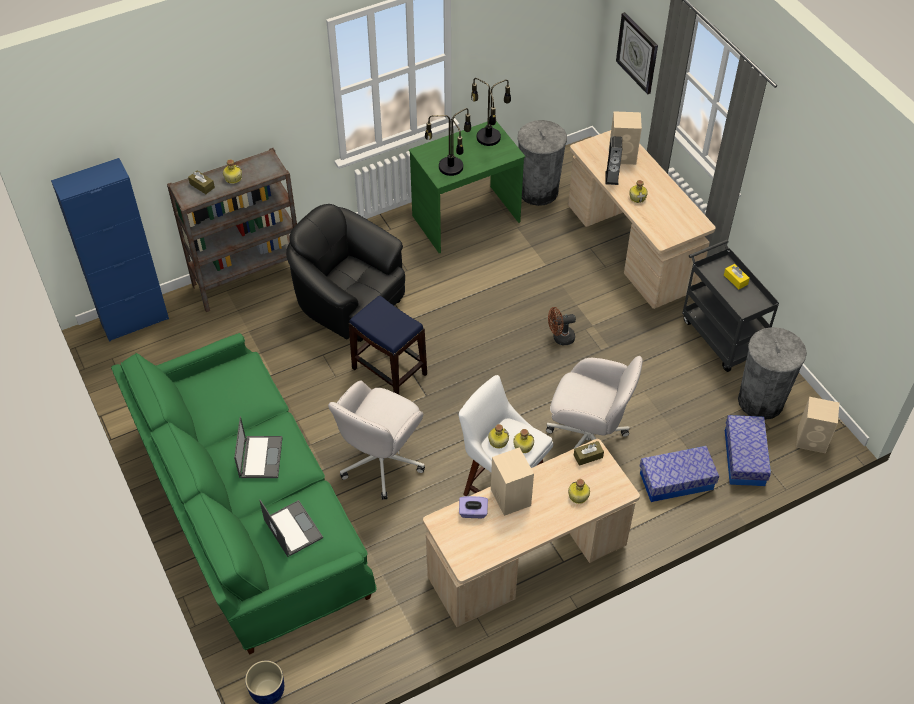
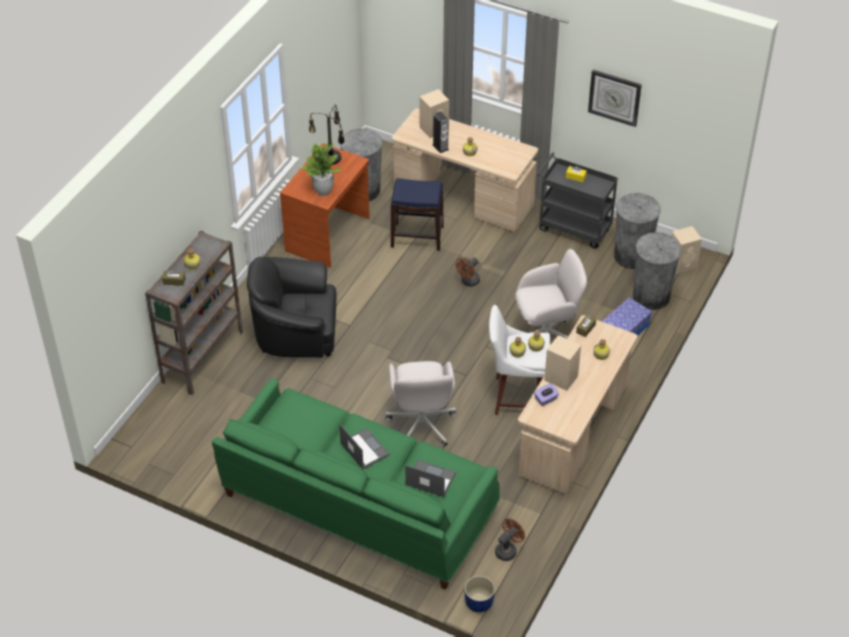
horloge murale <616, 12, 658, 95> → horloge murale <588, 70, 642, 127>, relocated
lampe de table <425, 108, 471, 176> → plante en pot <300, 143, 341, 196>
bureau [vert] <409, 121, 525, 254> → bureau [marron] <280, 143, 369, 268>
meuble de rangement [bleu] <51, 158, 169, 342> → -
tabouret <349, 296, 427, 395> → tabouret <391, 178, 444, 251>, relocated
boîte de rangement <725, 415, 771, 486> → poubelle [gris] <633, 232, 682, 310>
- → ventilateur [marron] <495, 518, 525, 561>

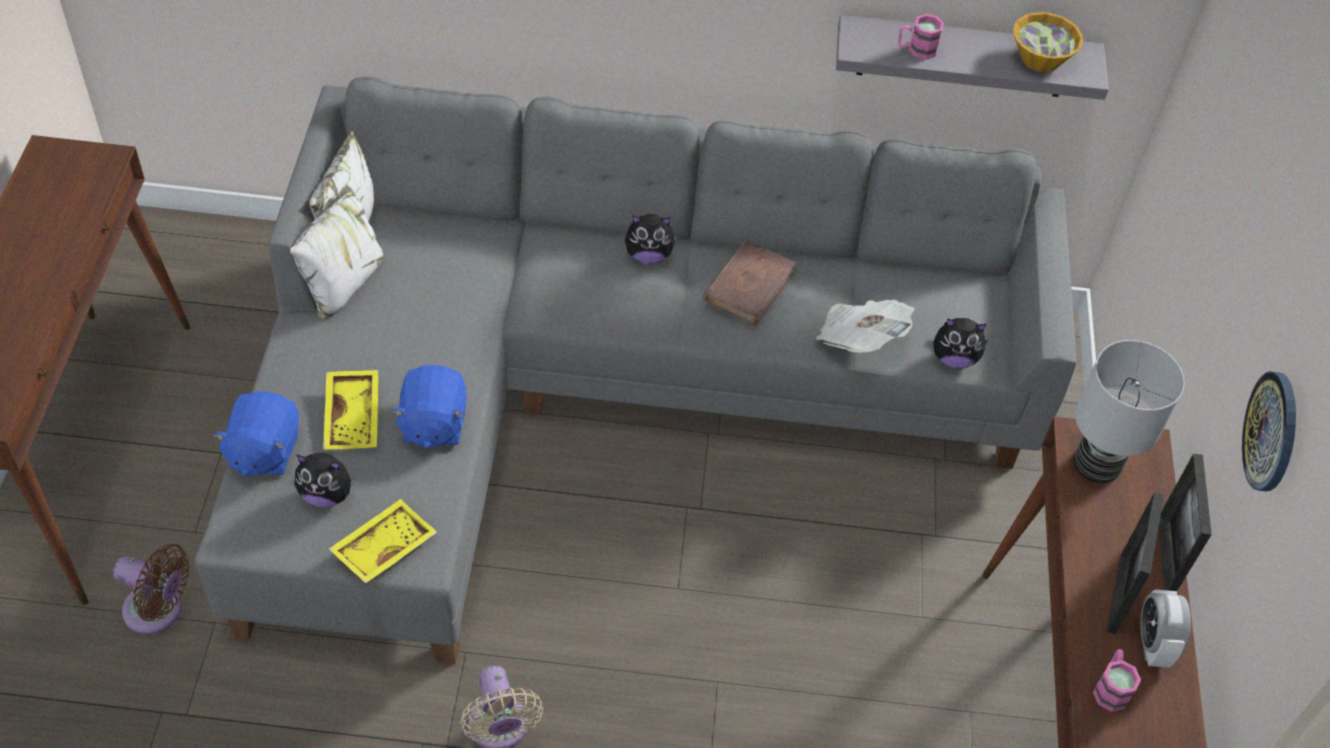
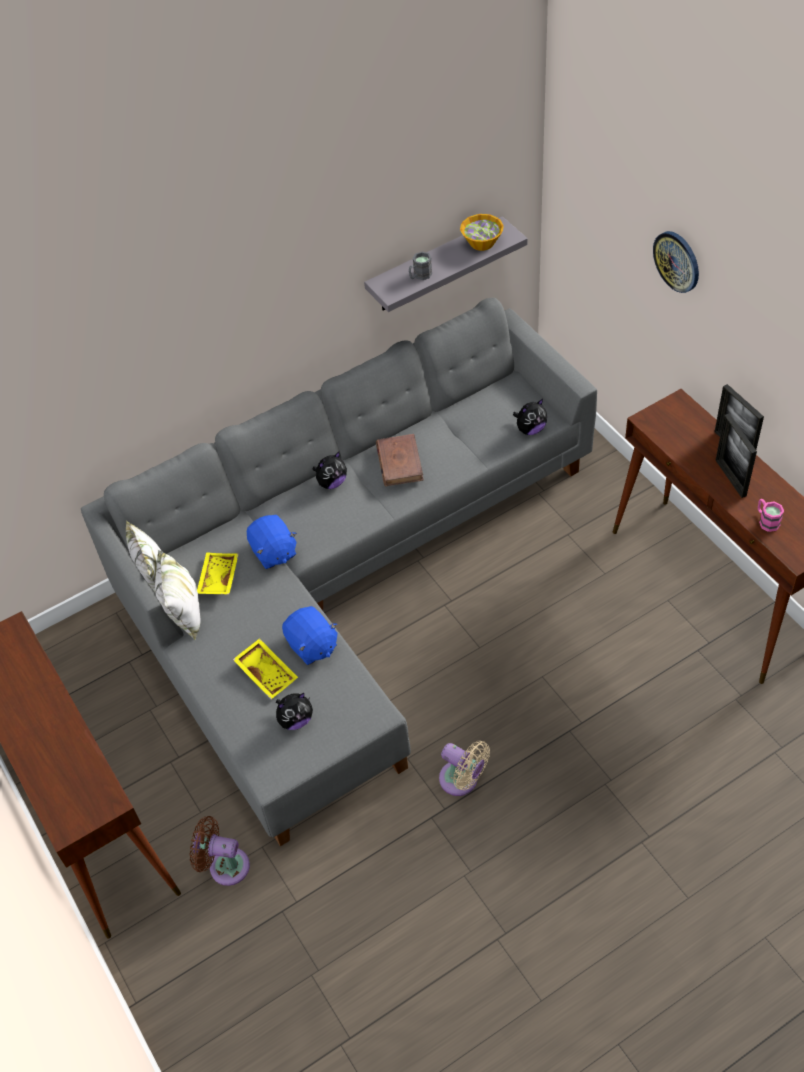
mug [rose] <898, 14, 944, 60> → mug [gris] <409, 252, 432, 280>
journal <816, 299, 915, 353> → -
lampe de table [gris] <1074, 340, 1184, 483> → -
horloge murale <1242, 371, 1296, 491> → horloge murale <653, 231, 699, 293>, relocated
peluche [bleu] <213, 391, 299, 477> → peluche [bleu] <247, 515, 297, 569>, relocated
plateau [jaune] <329, 499, 437, 583> → plateau [jaune] <197, 552, 239, 595>, relocated
ventilateur [marron] <113, 544, 190, 634> → ventilateur [marron] <190, 816, 250, 886>, 150 degrees counterclockwise
réveil <1141, 590, 1191, 668> → -

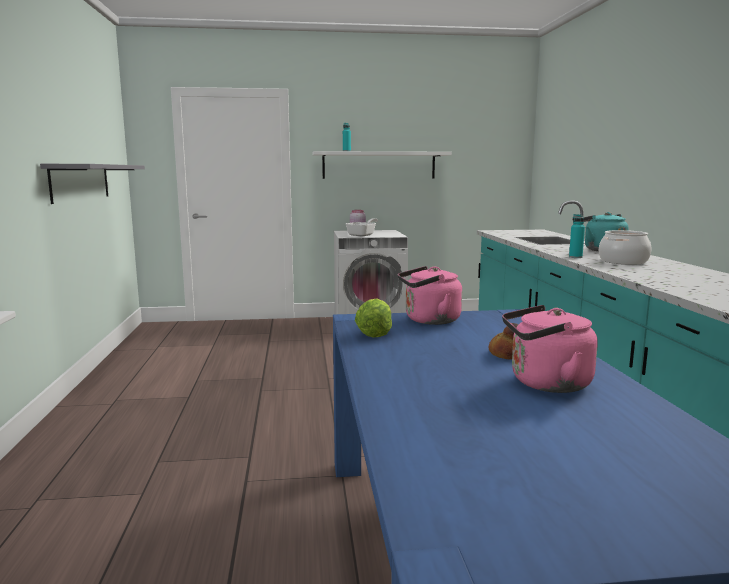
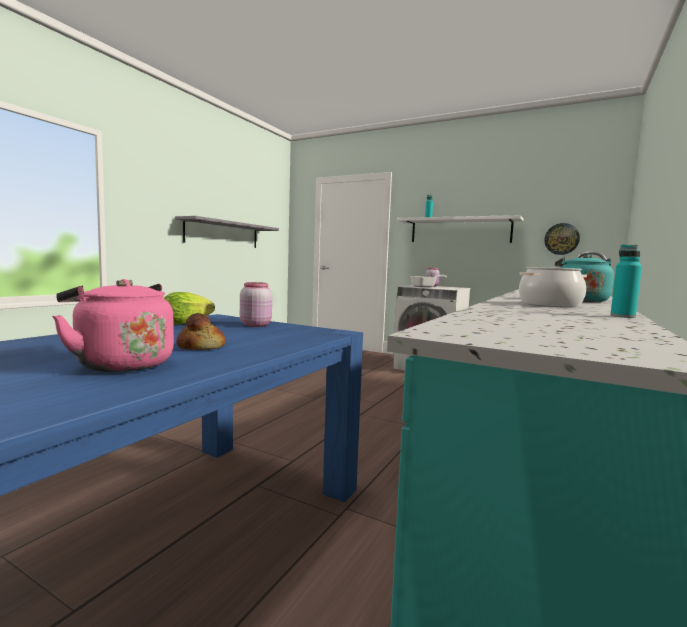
bouteille [turquoise] <569, 214, 585, 258> → bouteille [turquoise] <610, 245, 642, 318>, relocated
bouilloire [rose] <398, 266, 462, 325> → bocal [rose] <240, 282, 272, 327>
- → horloge murale <544, 223, 580, 255>

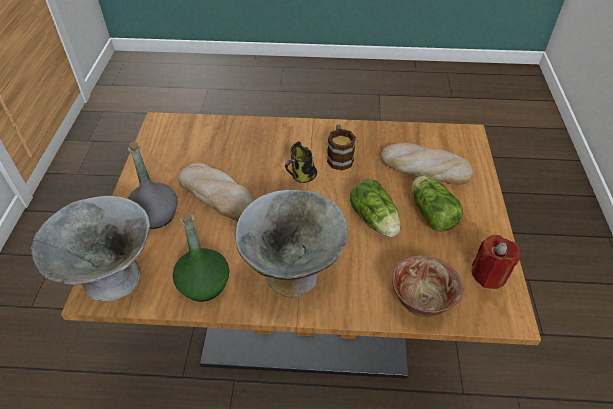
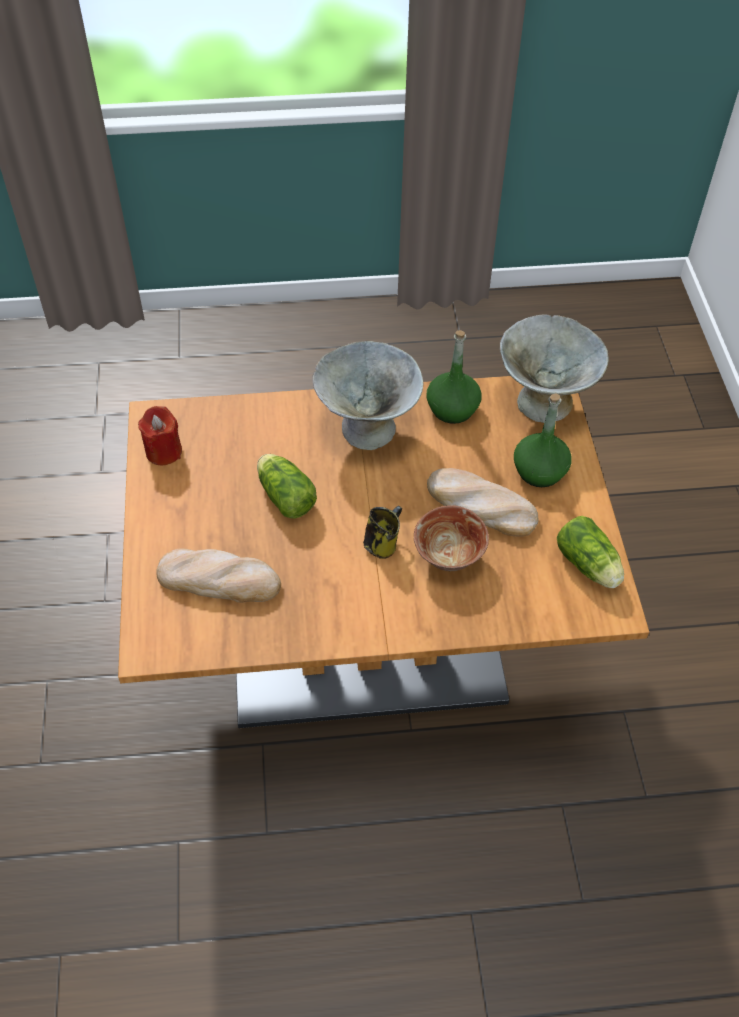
mug <327, 125, 356, 170> → -
bouteille [gris] <128, 142, 178, 229> → bouteille [vert] <514, 393, 572, 487>
laitue <412, 176, 463, 232> → laitue <557, 516, 624, 588>, relocated
bol <392, 255, 463, 317> → bol <414, 505, 489, 571>, relocated

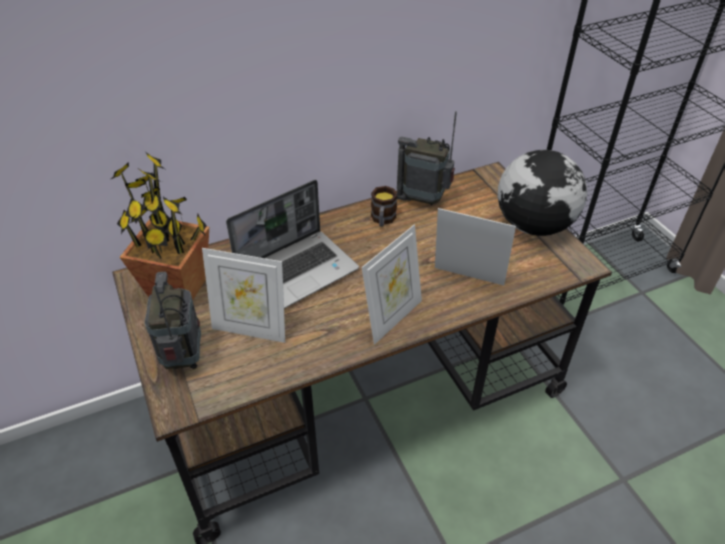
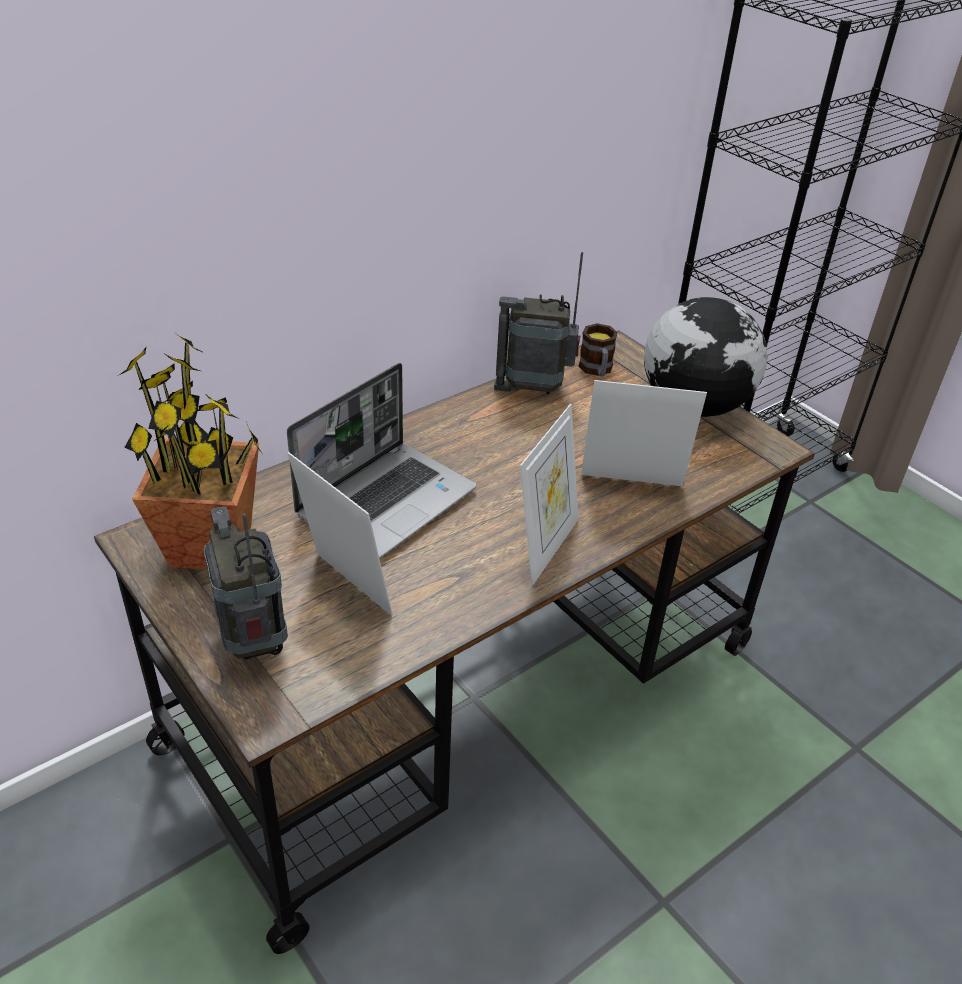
mug <371, 186, 397, 227> → mug <578, 323, 618, 376>, relocated
cadre photo <202, 248, 285, 343> → cadre photo <288, 452, 392, 615>, 135 degrees counterclockwise

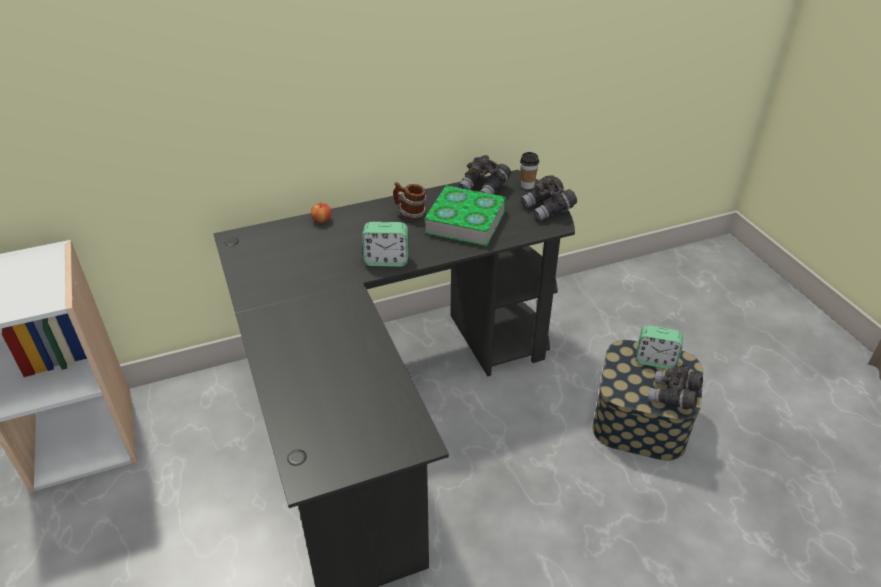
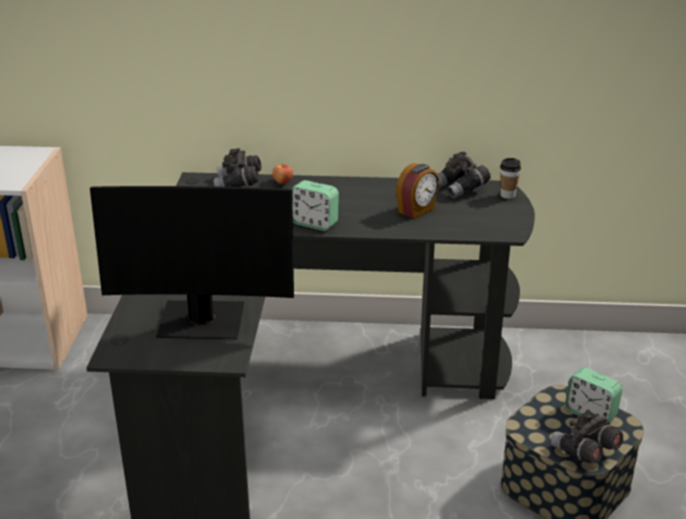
jumelles [gris] <521, 175, 577, 221> → jumelles [gris] <213, 148, 262, 187>, relocated
mug <393, 182, 427, 220> → -
livre <424, 185, 506, 246> → réveil <396, 163, 439, 219>
- → écran d'ordinateur <90, 186, 294, 339>

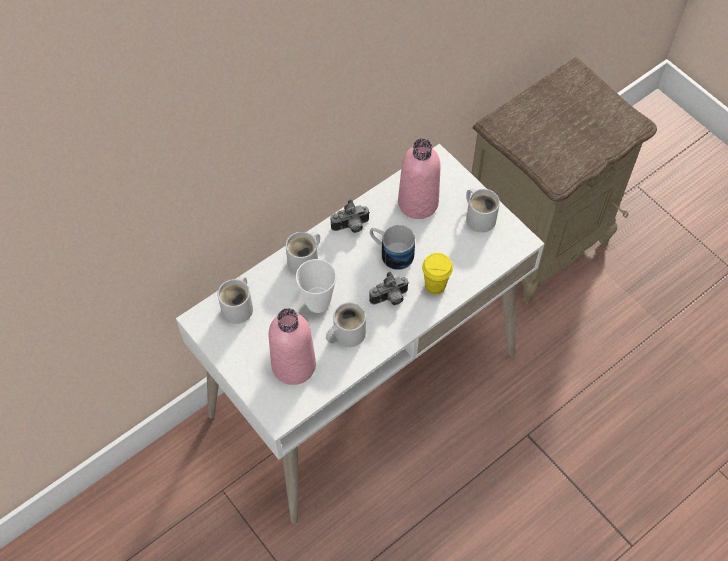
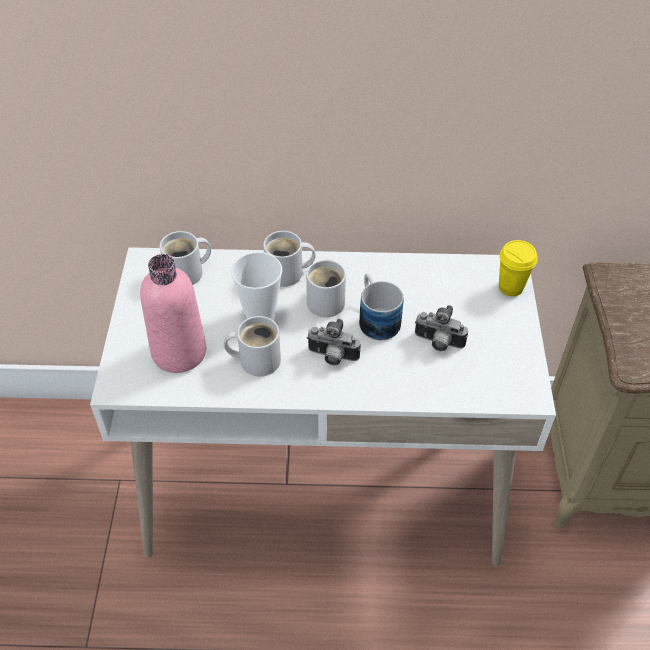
bouteille [rose] <398, 138, 441, 219> → -
mug [blanc] <466, 188, 500, 233> → mug [blanc] <306, 259, 346, 317>, relocated
appareil photo <331, 199, 370, 233> → appareil photo <415, 305, 468, 351>, relocated
tasse [jaune] <422, 253, 453, 294> → tasse [jaune] <499, 240, 538, 296>, relocated

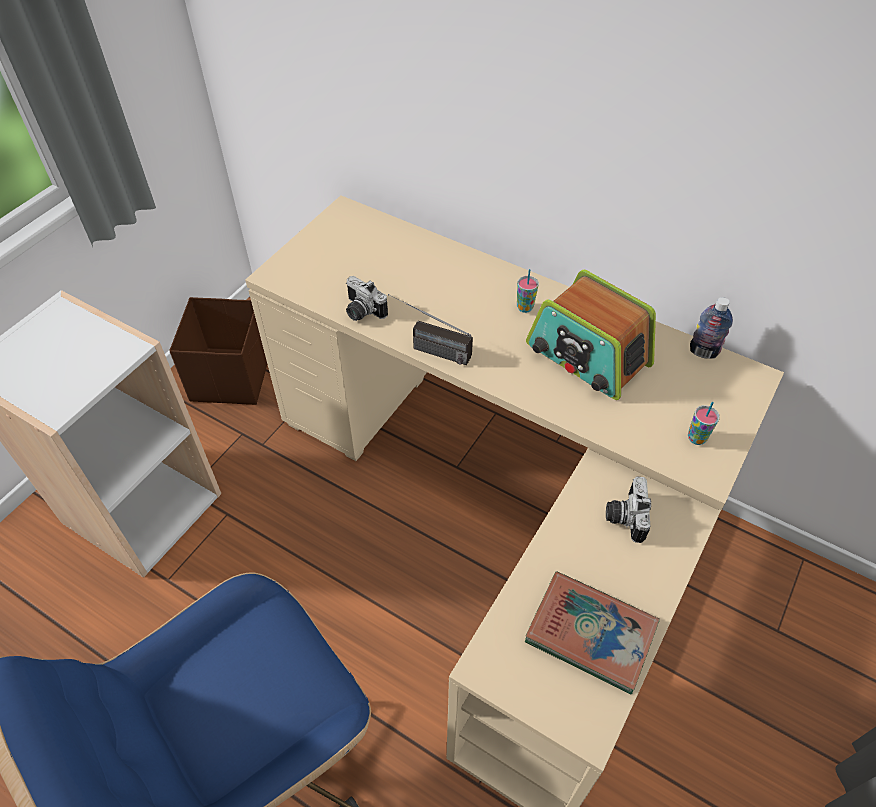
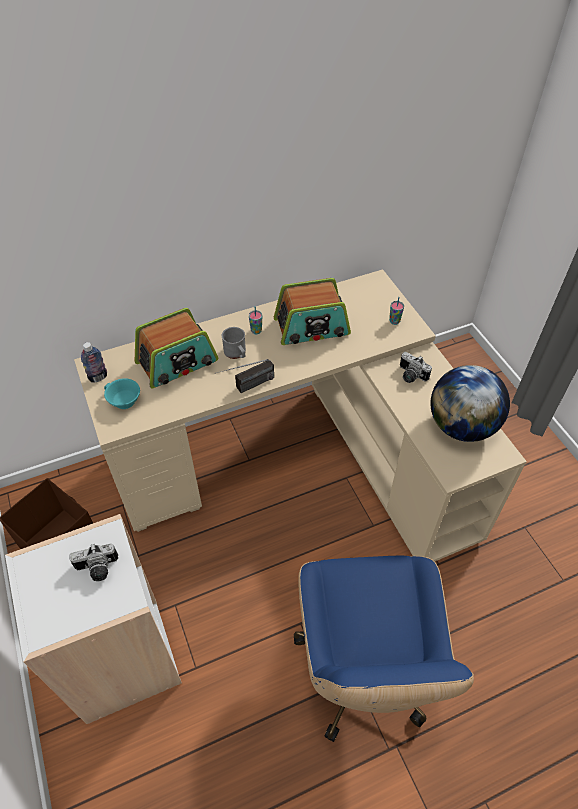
appareil photo <346, 276, 388, 321> → appareil photo <69, 543, 118, 581>, relocated
bouteille <690, 297, 733, 359> → bouteille <81, 342, 107, 383>, relocated
livre <525, 571, 660, 694> → globe <430, 365, 510, 442>
- → radio <135, 308, 218, 388>
- → mug [gris] <222, 327, 246, 359>
- → tasse [turquoise] <104, 378, 140, 409>

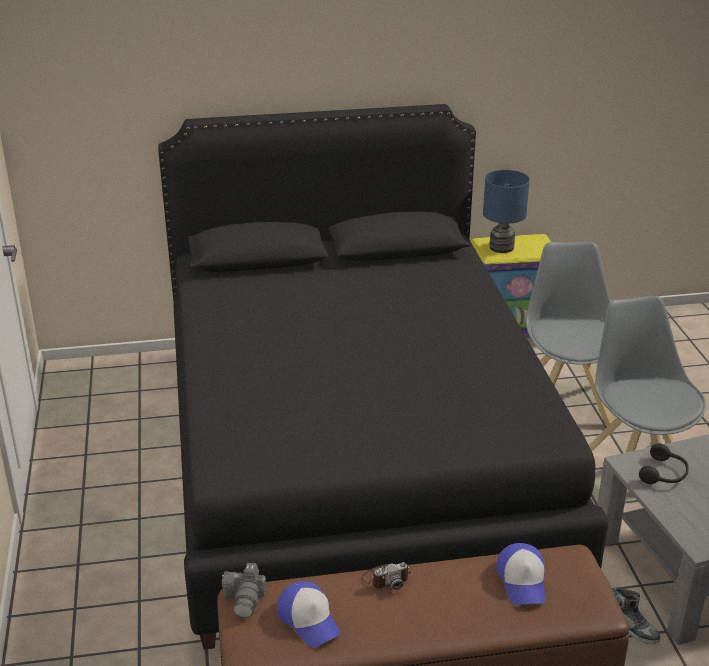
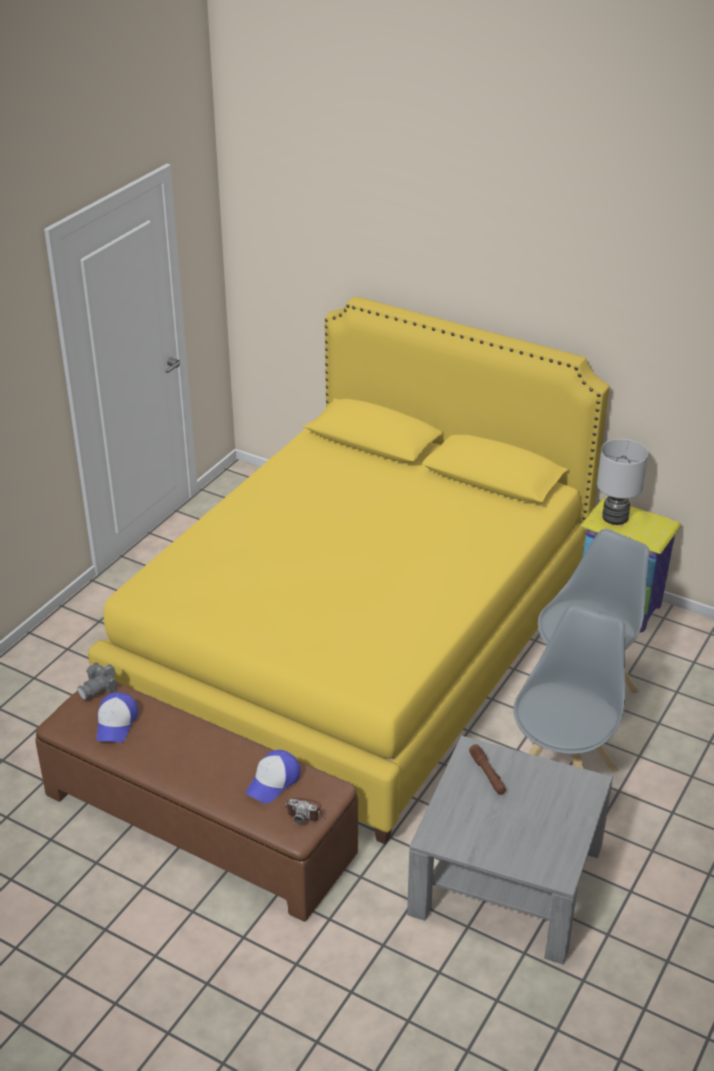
lit [noir] <158, 104, 608, 650> → lit [jaune] <88, 297, 610, 844>
lampe de table [bleu] <483, 170, 530, 253> → lampe de table [gris] <597, 439, 648, 525>
casque audio [noir] <639, 443, 689, 484> → lampe de poche [marron] <469, 744, 506, 795>
appareil photo <361, 562, 411, 590> → appareil photo <284, 798, 322, 824>, relocated
chaussure <612, 588, 660, 644> → -

